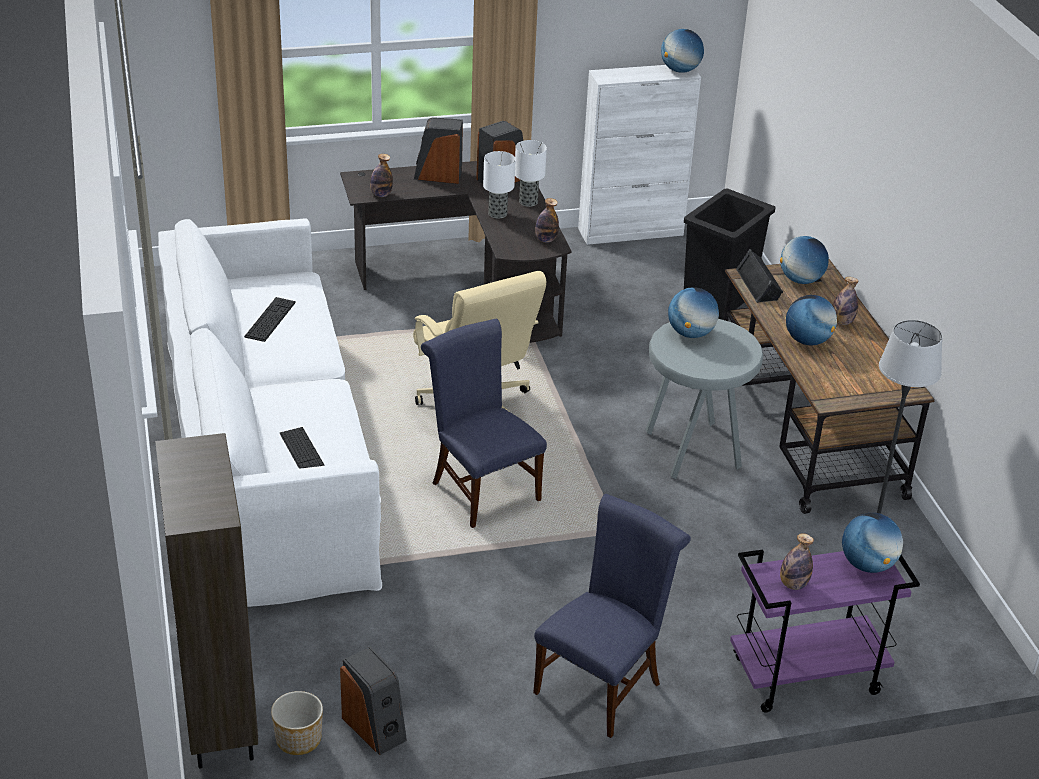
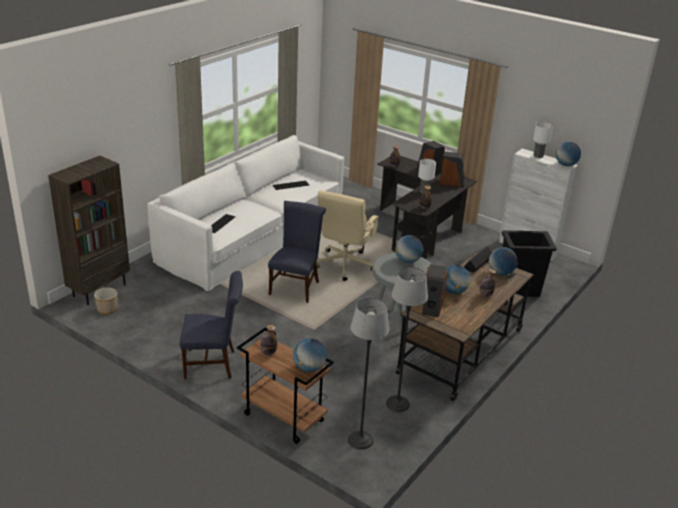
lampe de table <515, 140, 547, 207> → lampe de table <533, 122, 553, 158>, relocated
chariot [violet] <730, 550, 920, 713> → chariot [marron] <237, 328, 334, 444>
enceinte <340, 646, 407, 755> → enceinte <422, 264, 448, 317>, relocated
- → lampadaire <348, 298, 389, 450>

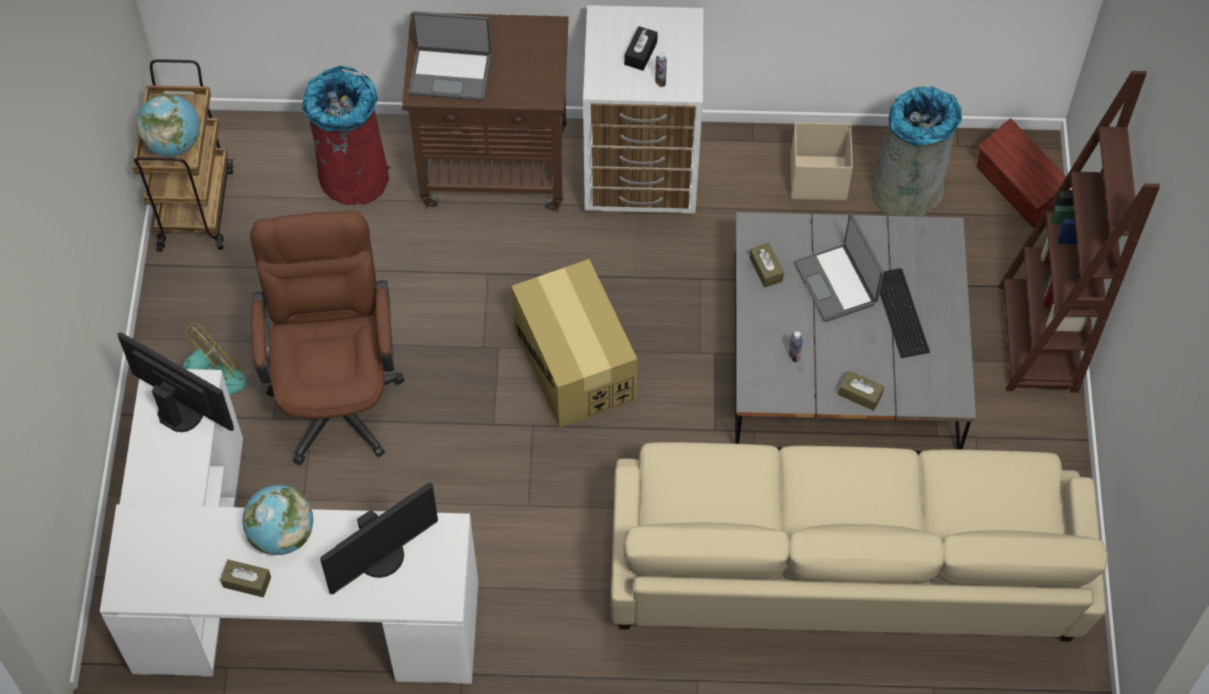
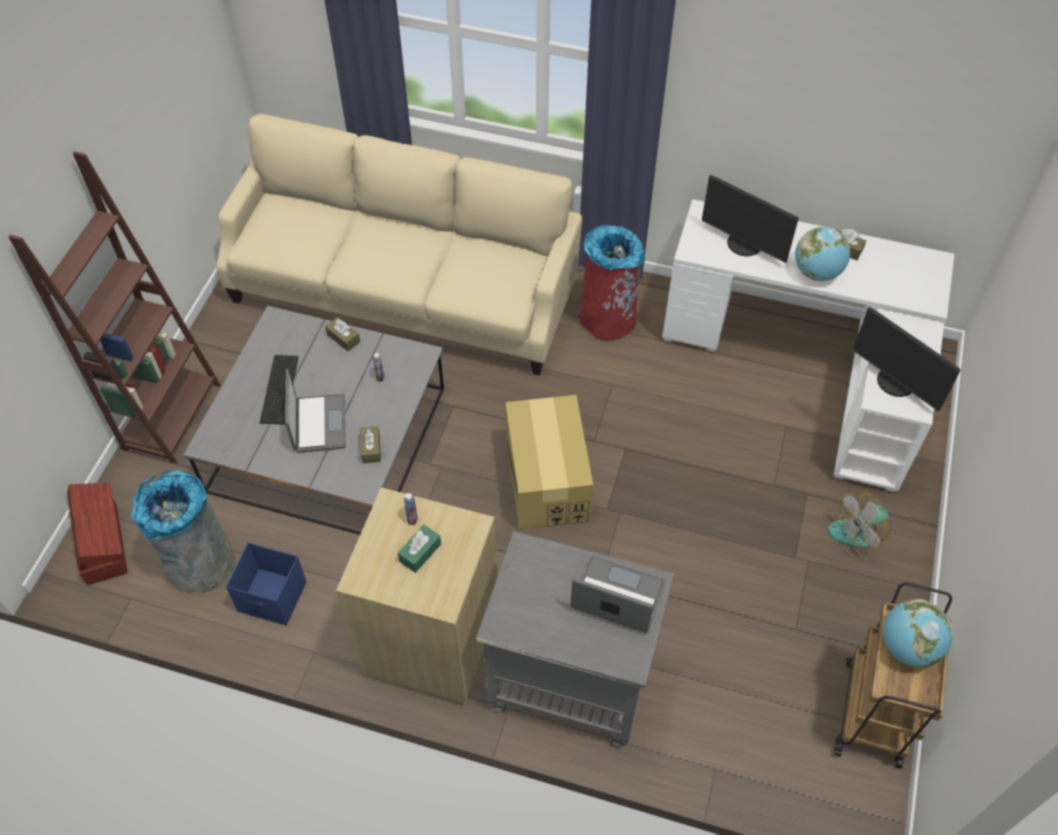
commode [blanc] <583, 5, 704, 213> → commode [marron] <336, 487, 498, 703>
chariot [marron] <402, 13, 569, 212> → chariot [gris] <476, 531, 674, 750>
boîte à mouchoirs [noir] <624, 26, 658, 71> → boîte à mouchoirs [vert] <398, 525, 441, 573>
poubelle [rouge] <302, 66, 390, 205> → poubelle [rouge] <577, 225, 645, 340>, relocated
boîte de rangement [beige] <791, 122, 853, 201> → boîte de rangement [bleu] <226, 543, 306, 625>
chaise de bureau [marron] <250, 211, 404, 465> → -
écran d'ordinateur <320, 483, 438, 594> → écran d'ordinateur <702, 175, 799, 263>, 120 degrees counterclockwise

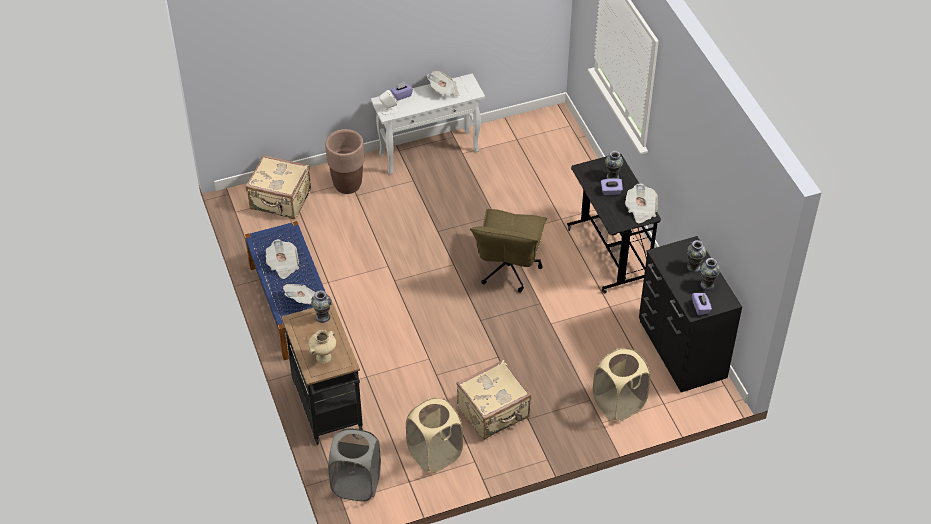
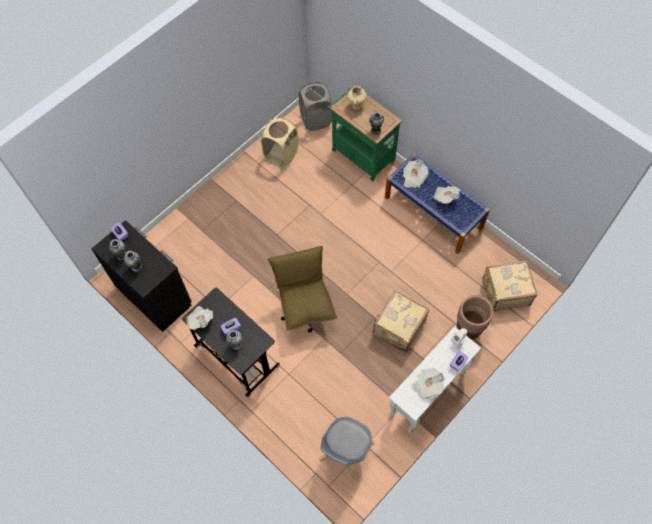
chariot [noir] <282, 302, 363, 445> → chariot [vert] <327, 88, 402, 182>
panier à linge [beige] <593, 348, 651, 422> → -
valise [beige] <457, 360, 531, 440> → valise [beige] <373, 290, 429, 352>, relocated
- → chaise [gris] <319, 417, 375, 480>

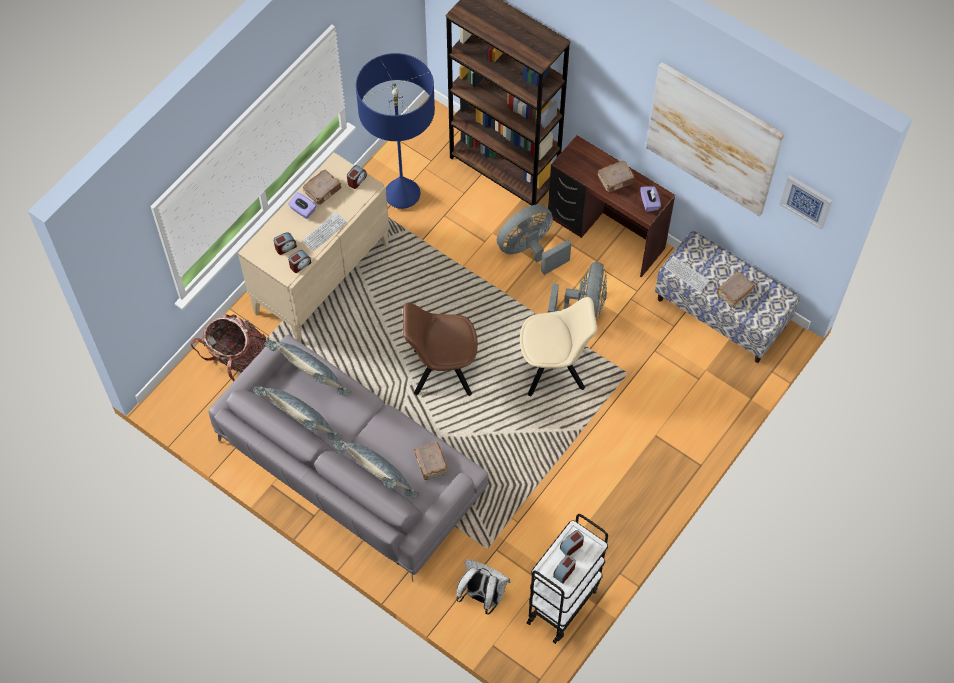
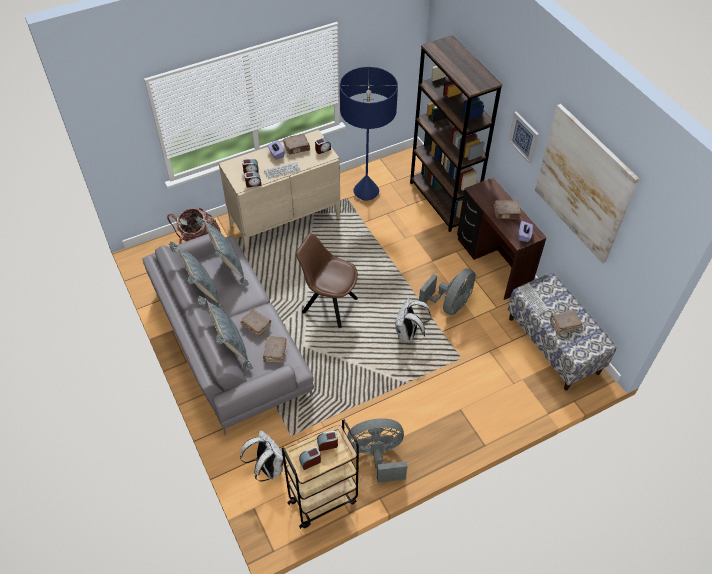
tableau <779, 175, 832, 230> → tableau <508, 111, 539, 164>, relocated
ventilateur [gris] <497, 204, 571, 275> → ventilateur [gris] <347, 418, 407, 483>, relocated
chaise [beige] <520, 297, 597, 397> → sac à dos [blanc] <395, 298, 431, 343>
chariot [blanc] <527, 514, 608, 644> → chariot [marron] <282, 420, 359, 529>
- → livre [marron] <240, 309, 272, 336>

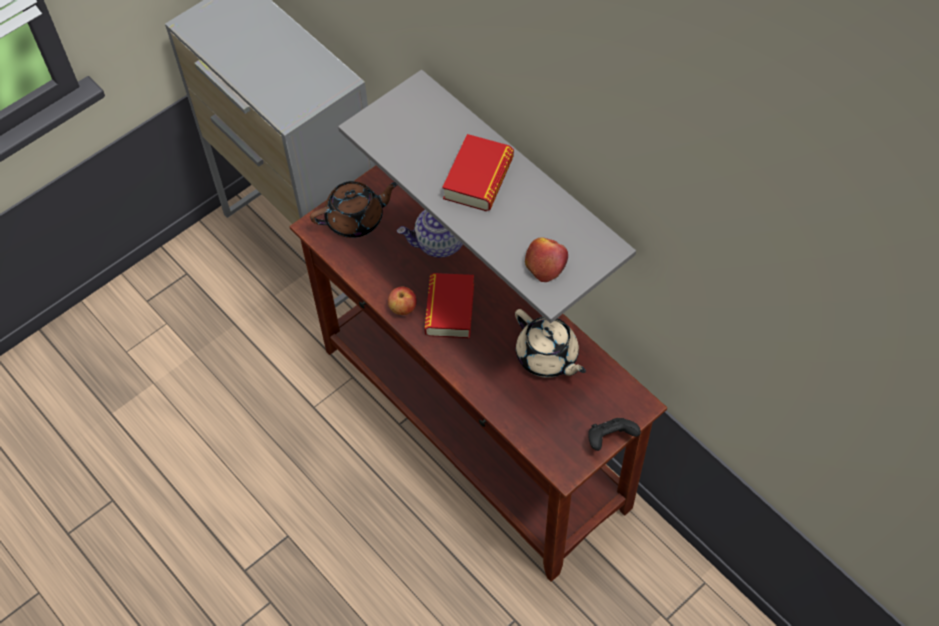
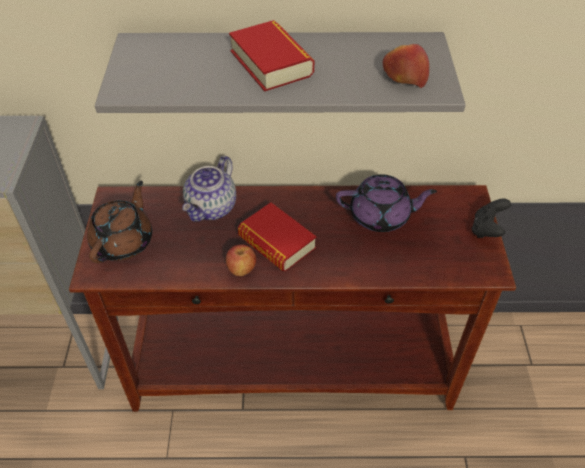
théière [beige] <515, 309, 586, 378> → théière [violet] <336, 174, 437, 232>

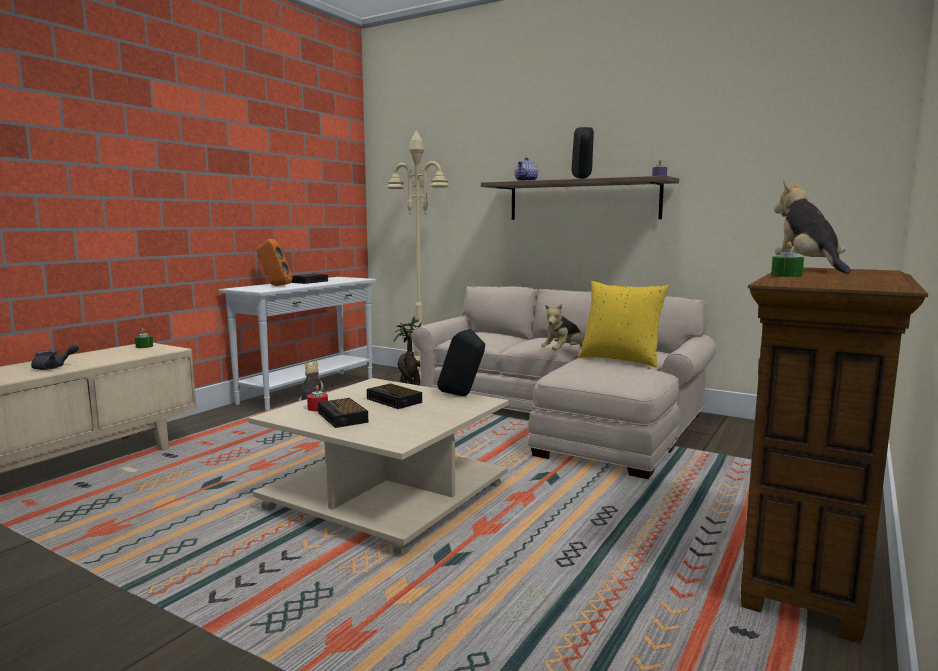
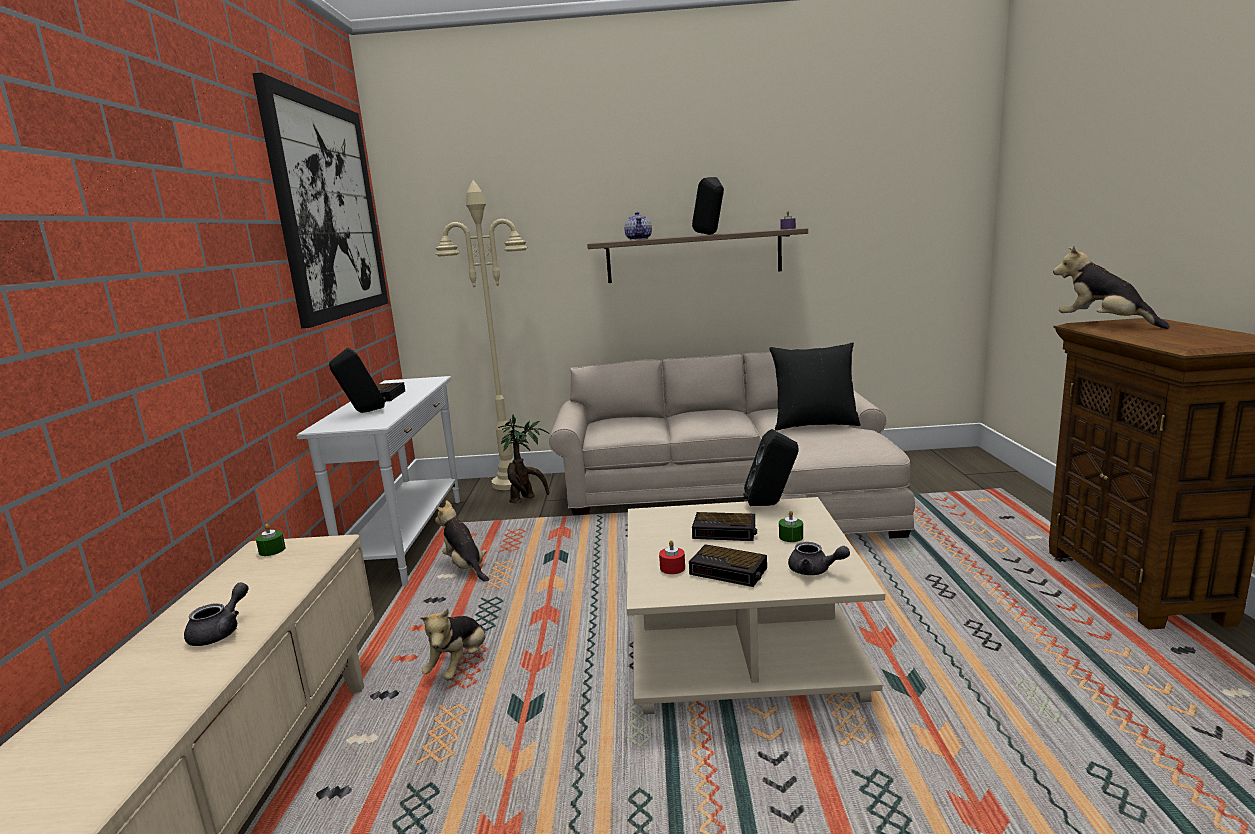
enceinte [orange] <257, 239, 293, 286> → enceinte [noir] <329, 348, 386, 413>
bougie [vert] <771, 241, 804, 277> → bougie [vert] <779, 511, 803, 542>, relocated
coussin [jaune] <578, 281, 669, 367> → coussin [noir] <769, 342, 861, 431>
peluche <541, 304, 584, 350> → peluche <420, 608, 485, 681>, relocated
- → tableau <252, 73, 388, 328>
- → théière [gris] <788, 542, 850, 575>

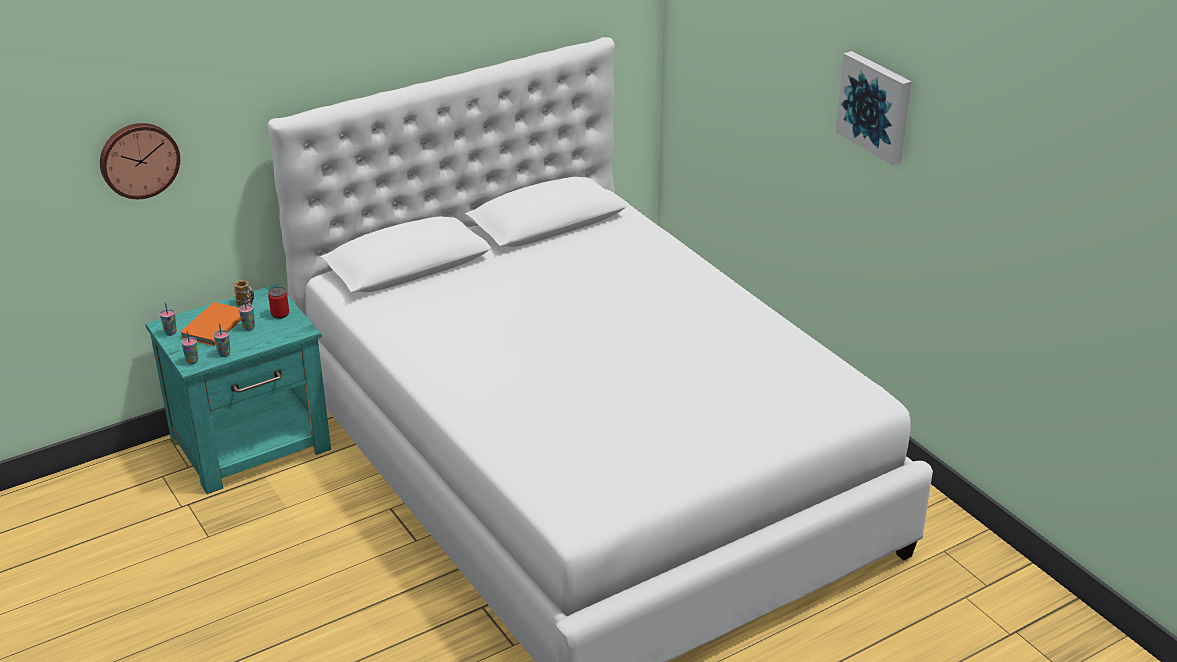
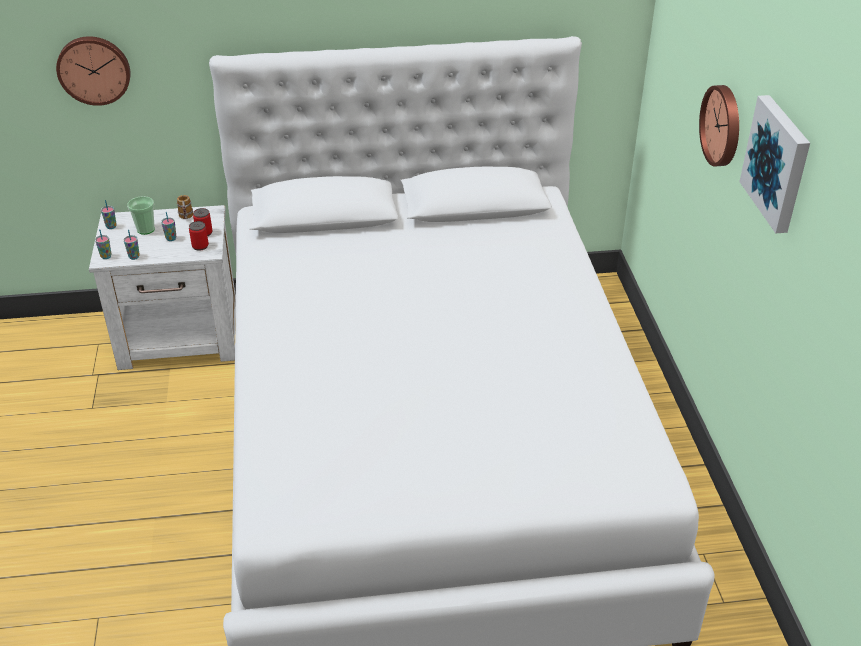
table de chevet [turquoise] <145, 284, 331, 494> → table de chevet [blanc] <89, 205, 236, 370>
livre [orange] <180, 302, 241, 346> → tasse <127, 196, 155, 235>
- → horloge murale <699, 85, 739, 167>
- → boîte métallique <189, 221, 209, 251>

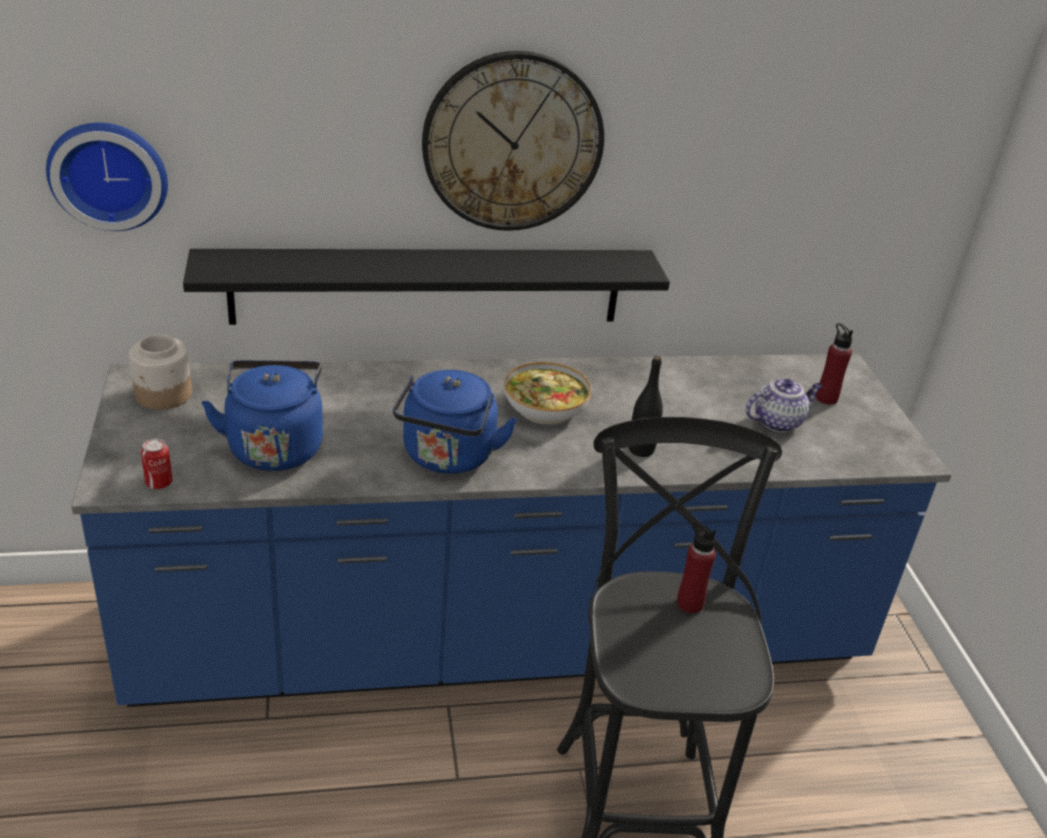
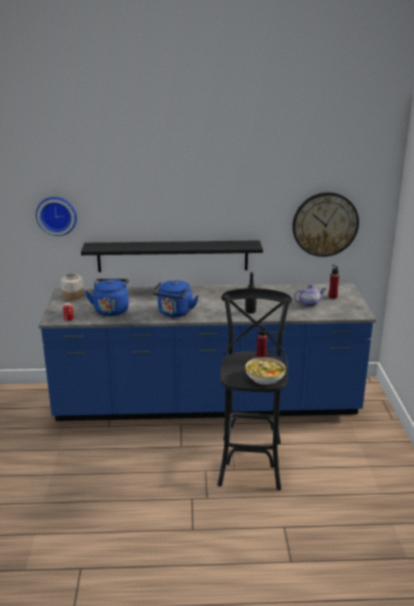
horloge murale <422, 51, 604, 231> → horloge murale <292, 192, 359, 257>, relocated
bol <504, 362, 591, 424> → bol <245, 357, 286, 385>, relocated

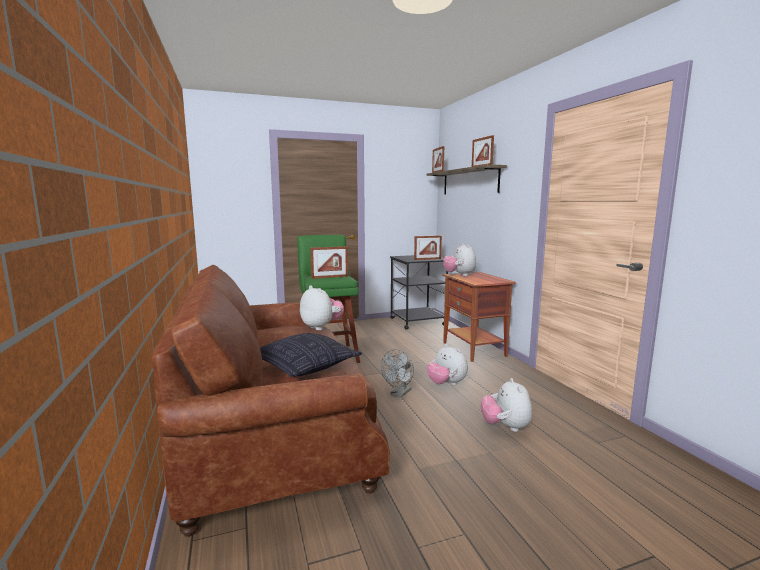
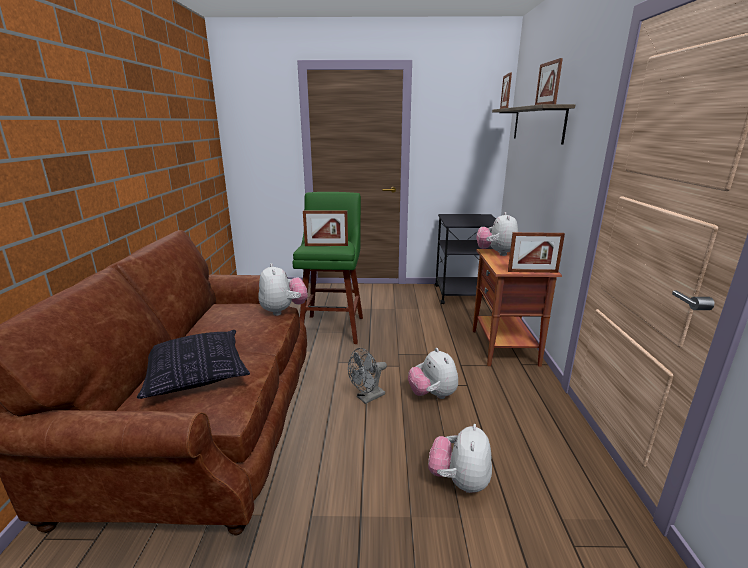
cadre photo <414, 236, 442, 260> → cadre photo <508, 232, 565, 273>, relocated

